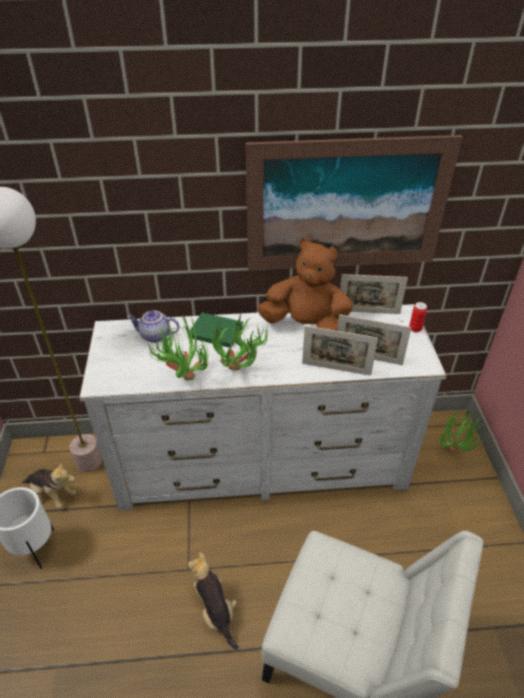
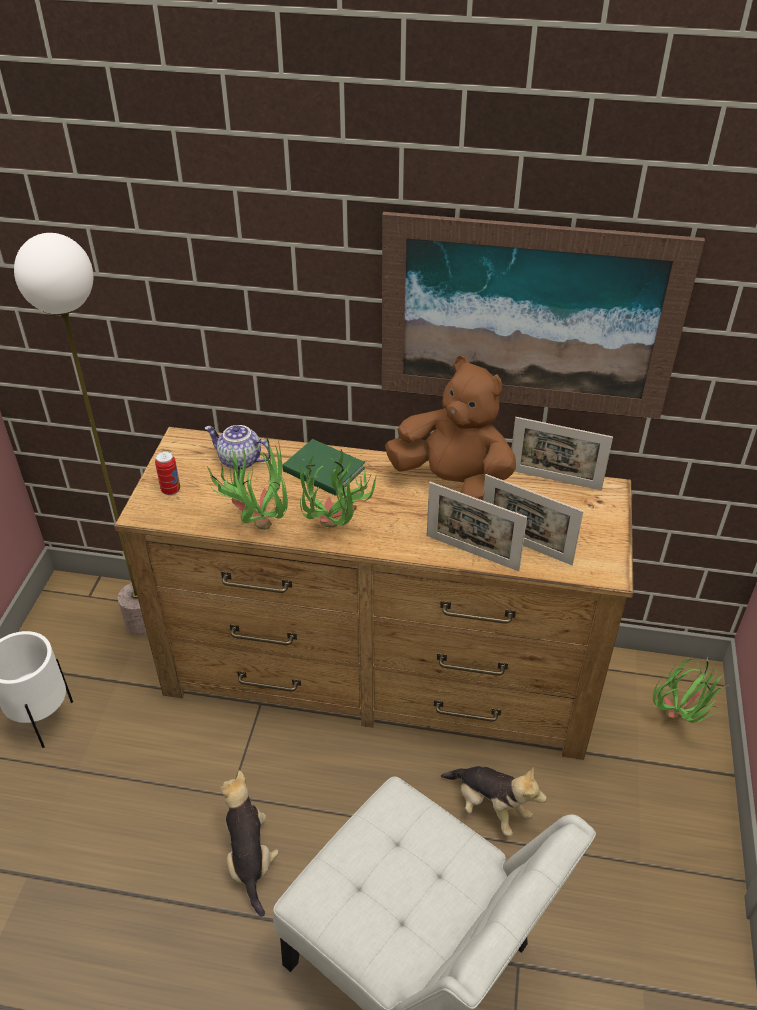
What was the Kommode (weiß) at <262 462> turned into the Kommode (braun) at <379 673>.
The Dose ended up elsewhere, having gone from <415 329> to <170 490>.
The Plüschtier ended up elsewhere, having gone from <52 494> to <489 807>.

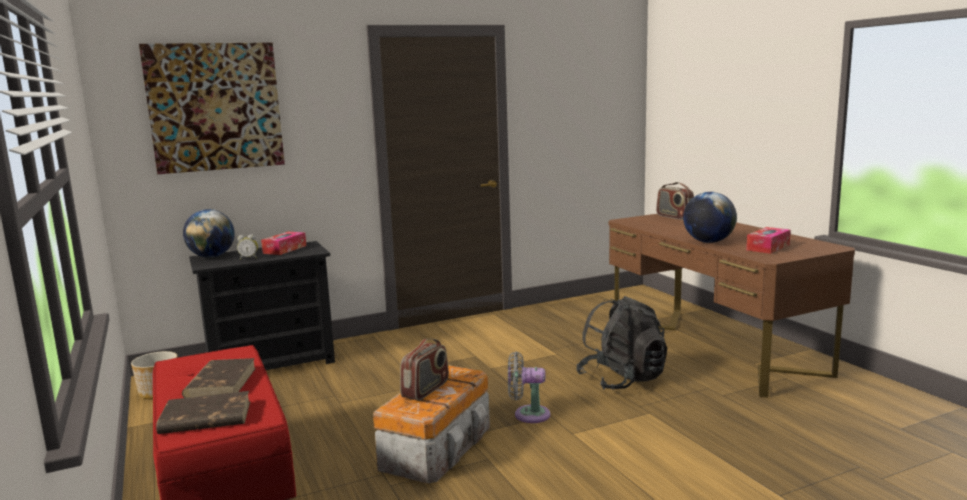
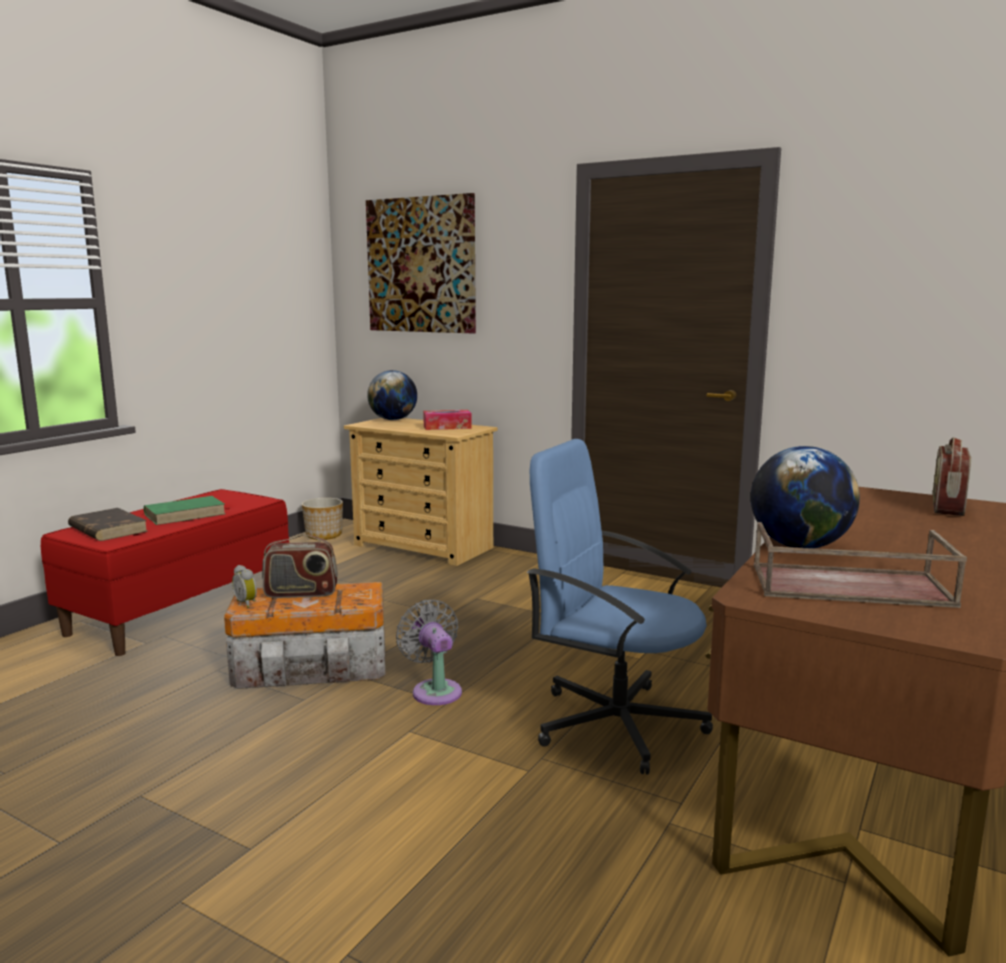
What was the Buch (braun) at <221 382> turned into the Buch (grün) at <186 514>.
The Wecker ended up elsewhere, having gone from <249 258> to <247 603>.
What was the Kommode (schwarz) at <272 363> turned into the Kommode (beige) at <424 546>.
Where the Rucksack (schwarz) stood at <622 379>, the Bürostuhl (blau) came to stand at <616 723>.
Where the Taschentuchbox stood at <768 247>, the Tablett (braun) came to stand at <848 586>.

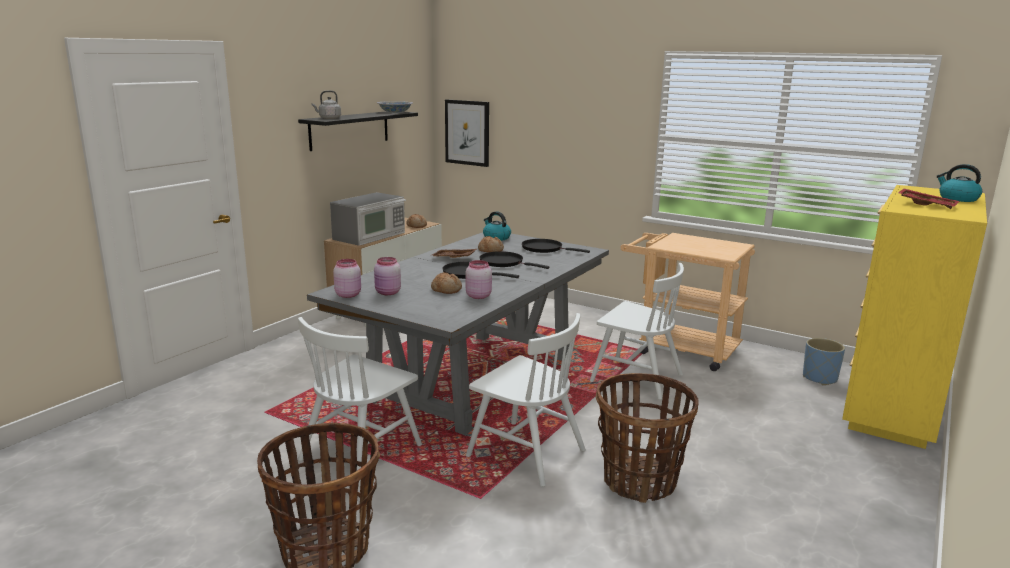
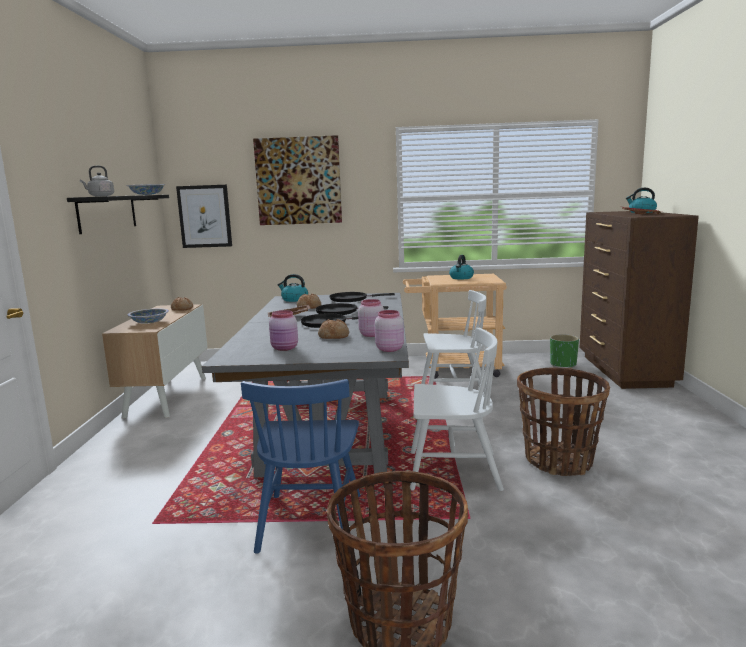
Where the Mikrowelle stood at <370 236>, the Schüssel came to stand at <149 322>.
What was the Stuhl (weiß) at <361 452> turned into the Stuhl (blau) at <310 522>.
The second view gained the Bild at <298 181>.
The Vorratsglas (rosa) ended up elsewhere, having gone from <348 294> to <389 349>.
The second view gained the Wasserkessel at <461 278>.
What was the Pflanzkübel (blau) at <820 378> turned into the Pflanzkübel (grün) at <563 364>.
What was the Kommode (gelb) at <891 409> turned into the Kommode (braun) at <624 371>.

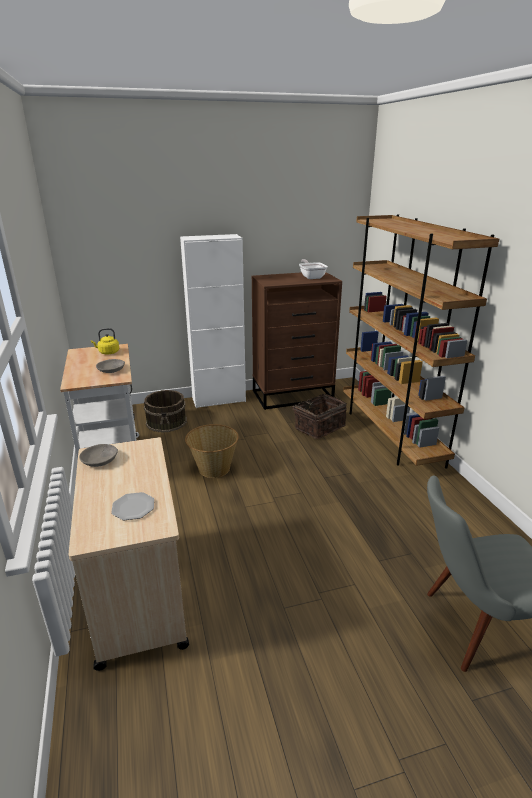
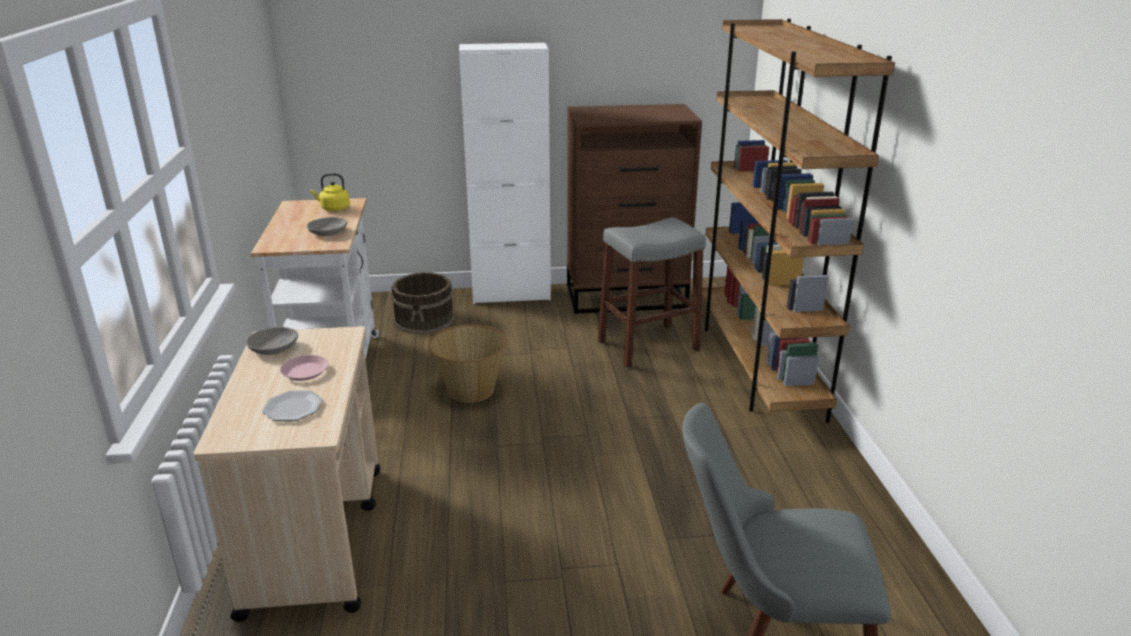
The second view gained the Teller (rosa) at <305 371>.
Where the Korb stood at <318 427>, the Hocker (grau) came to stand at <648 345>.
The second view lost the Pfanne at <311 277>.

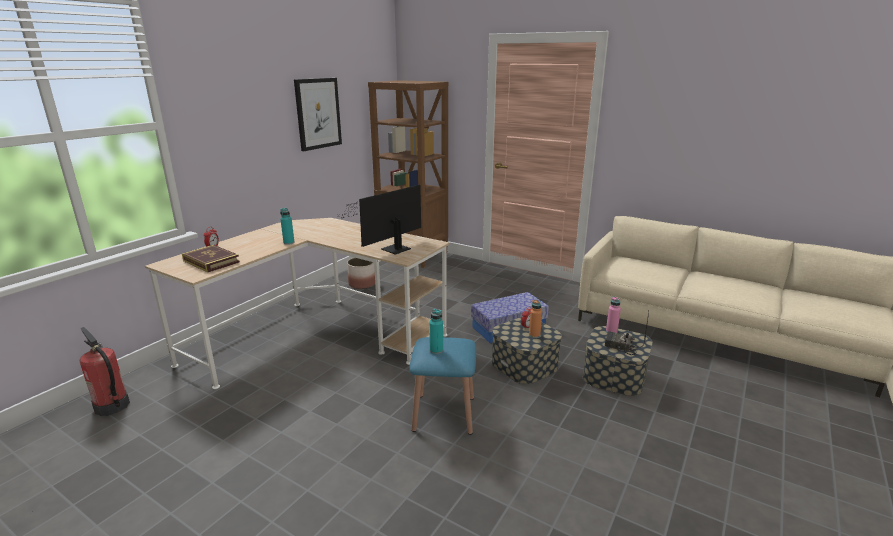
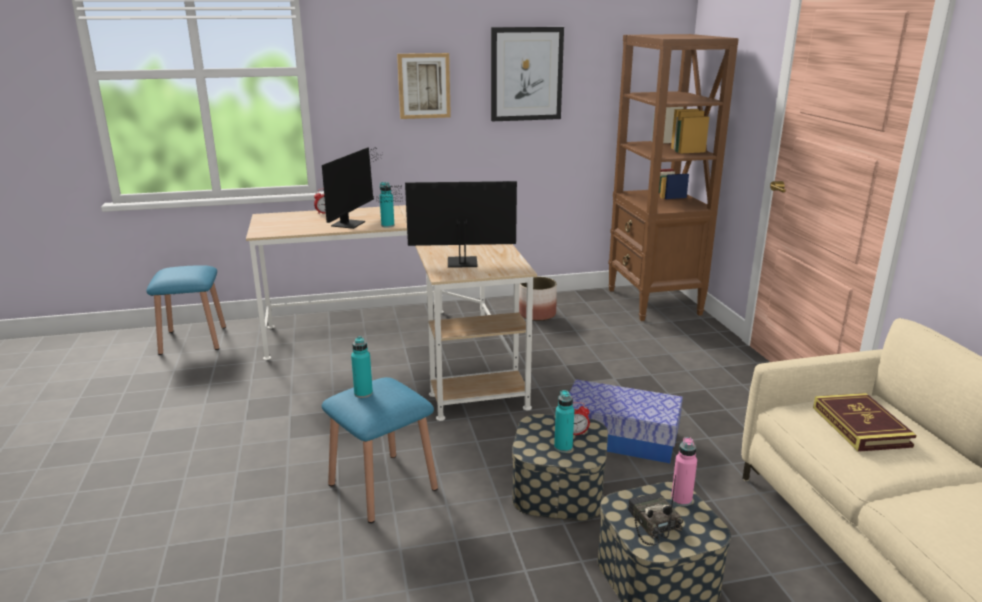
Where the Feuerlöscher stood at <112 406>, the Hocker (blau) came to stand at <193 340>.
The second view gained the Monitor at <351 222>.
The second view gained the Bild at <424 86>.
What was the Flasche (orange) at <534 335> turned into the Flasche (türkis) at <563 447>.
The Buch ended up elsewhere, having gone from <211 261> to <860 426>.

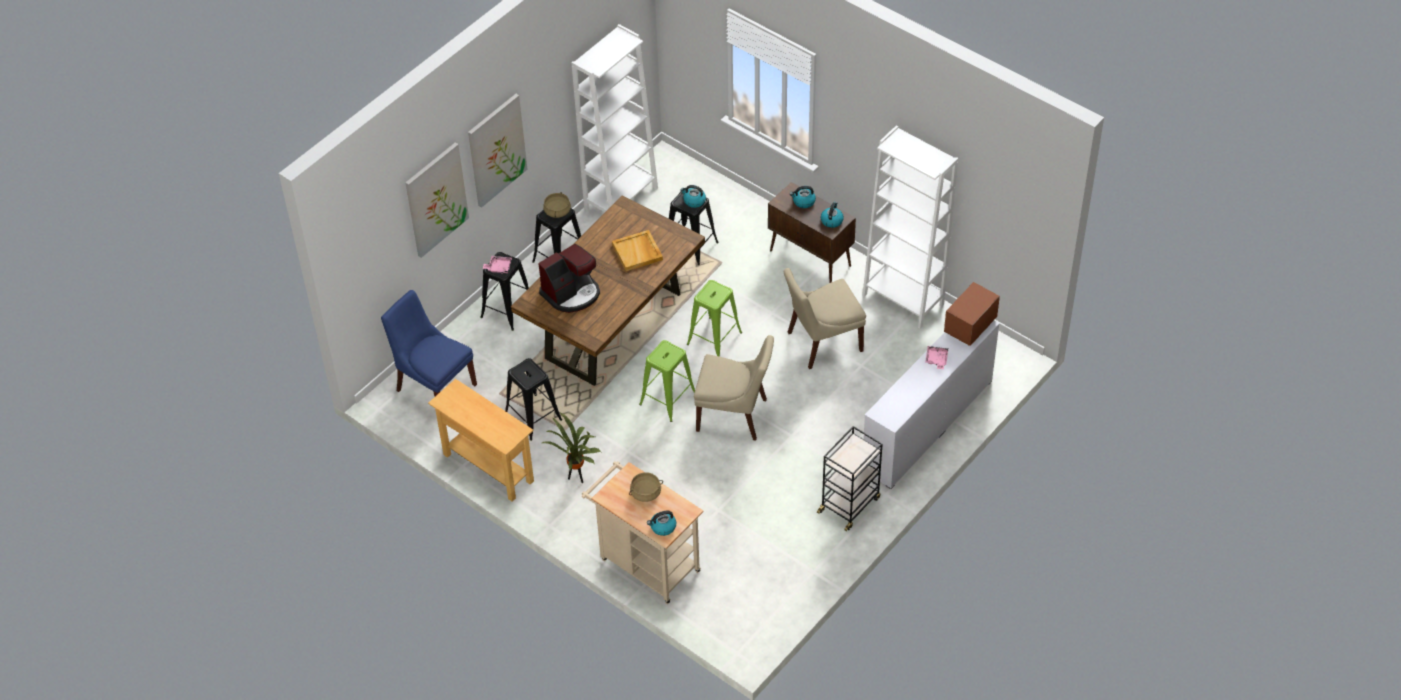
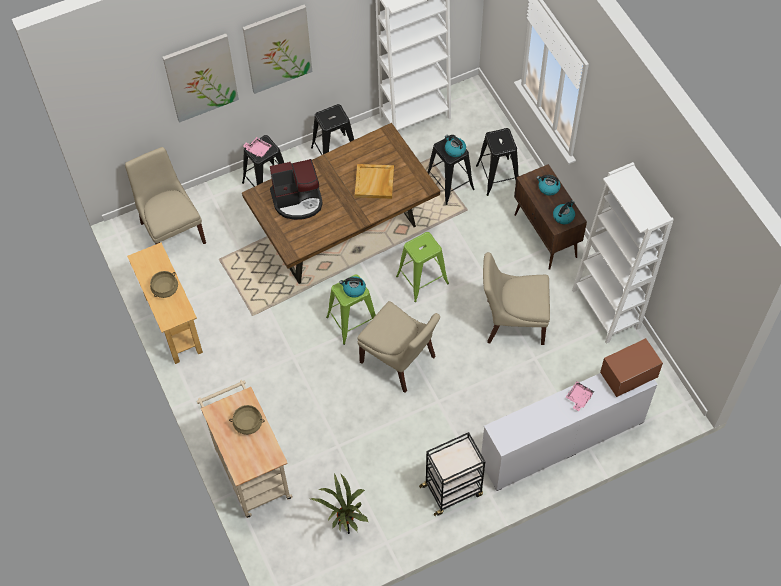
What was the Stuhl (blau) at <434 386> turned into the Stuhl (beige) at <172 231>.
The Kochtopf (beige) ended up elsewhere, having gone from <557 211> to <165 289>.
The Topfpflanze ended up elsewhere, having gone from <577 478> to <346 526>.
The Wasserkessel ended up elsewhere, having gone from <663 527> to <354 289>.
The Hocker (schwarz) ended up elsewhere, having gone from <533 417> to <497 177>.

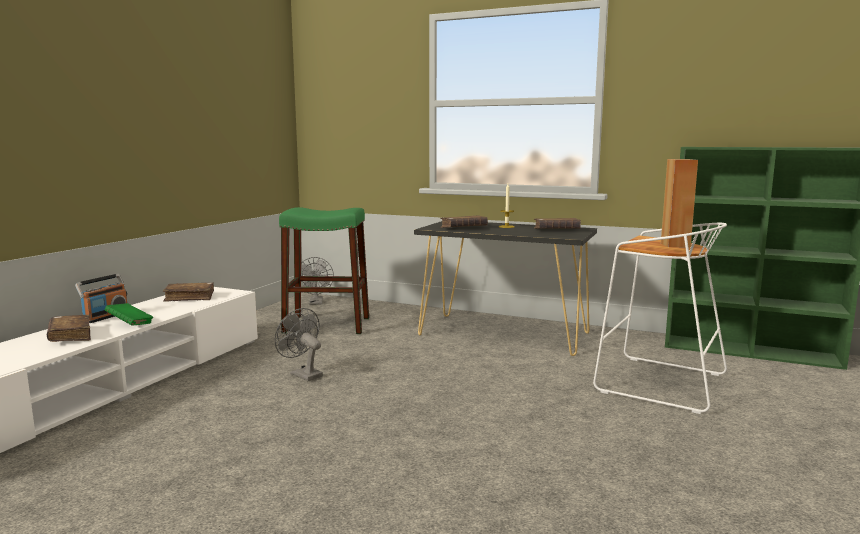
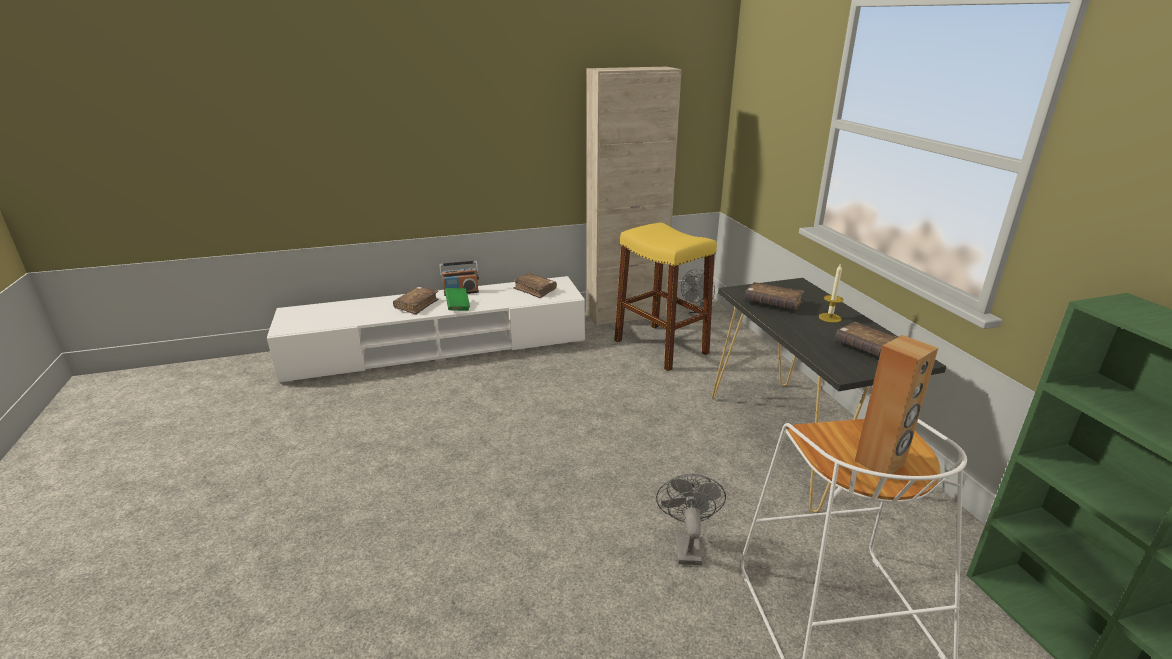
The second view gained the Schrank (beige) at <626 314>.
What was the Hocker (grün) at <327 325> turned into the Hocker (gelb) at <661 347>.
The Ventilator (grau) ended up elsewhere, having gone from <302 374> to <686 544>.

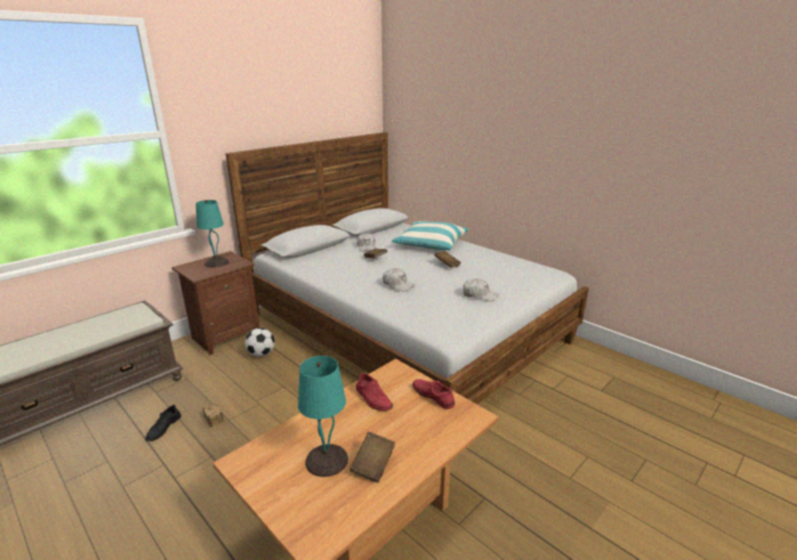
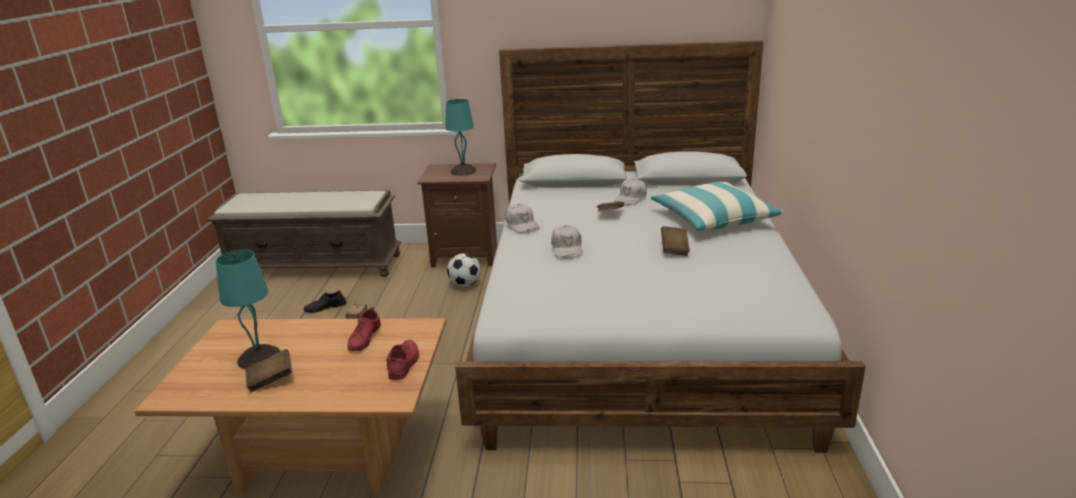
The Kappe (weiß) ended up elsewhere, having gone from <479 295> to <522 225>.

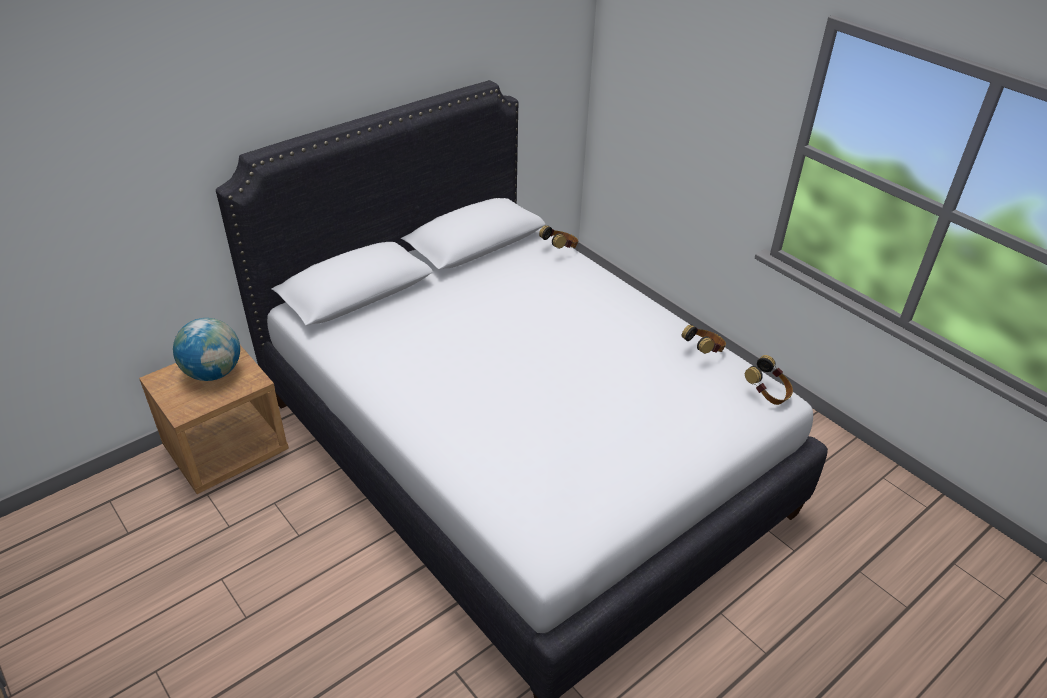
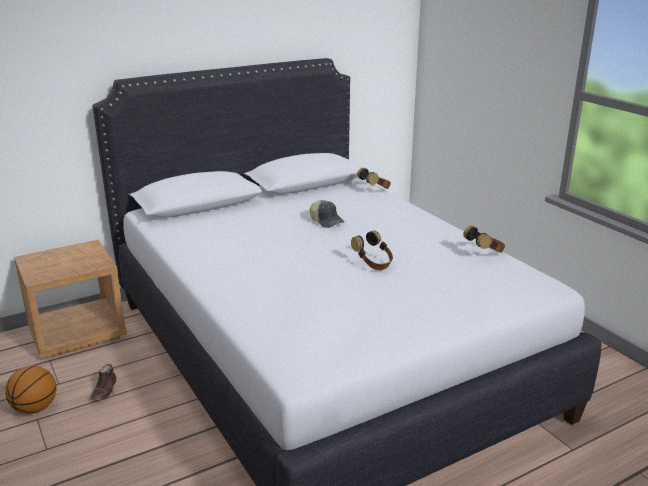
The second view gained the Basketball at <35 408>.
The second view gained the Schuh (braun) at <104 390>.
The second view gained the Kappe at <327 221>.
The Kopfhörer ended up elsewhere, having gone from <767 394> to <373 264>.
The second view lost the Globus at <213 373>.

